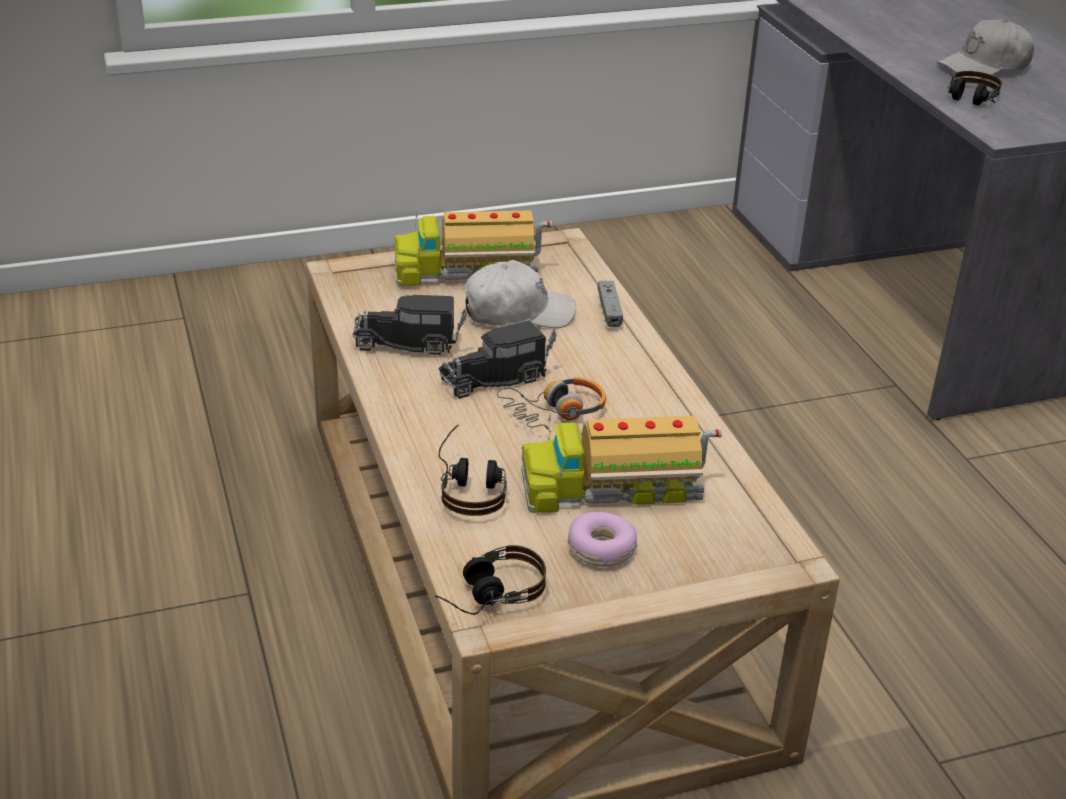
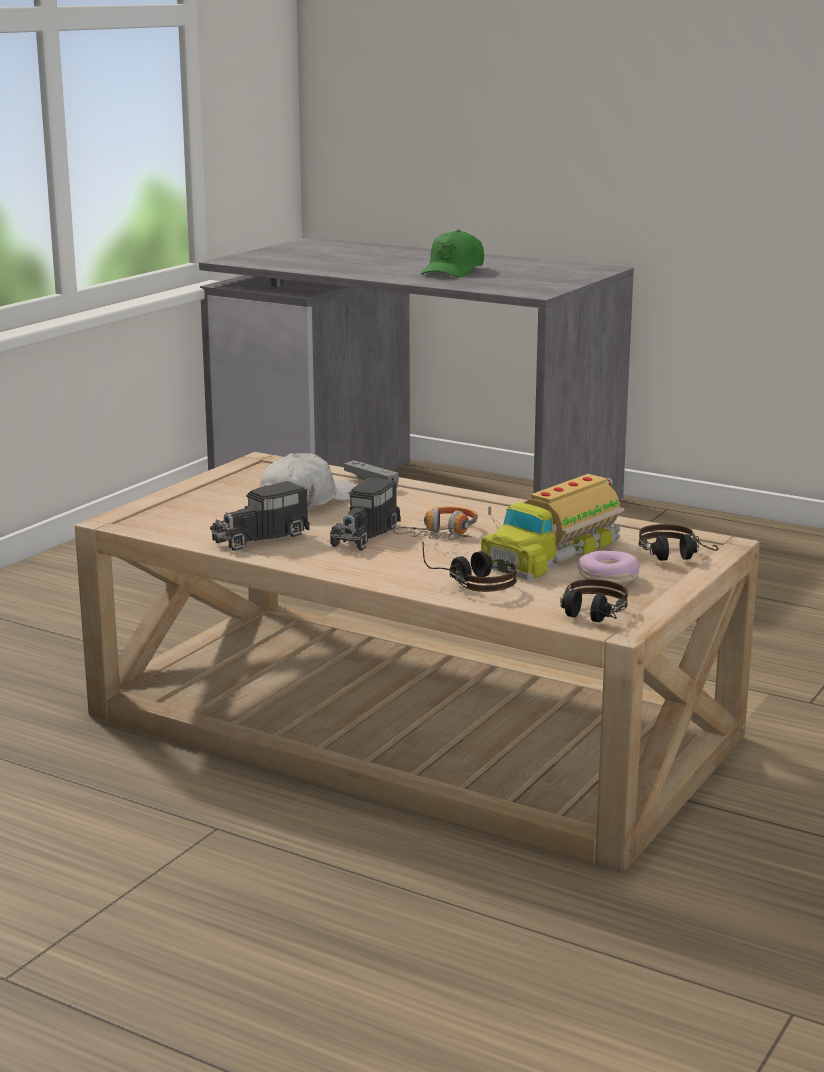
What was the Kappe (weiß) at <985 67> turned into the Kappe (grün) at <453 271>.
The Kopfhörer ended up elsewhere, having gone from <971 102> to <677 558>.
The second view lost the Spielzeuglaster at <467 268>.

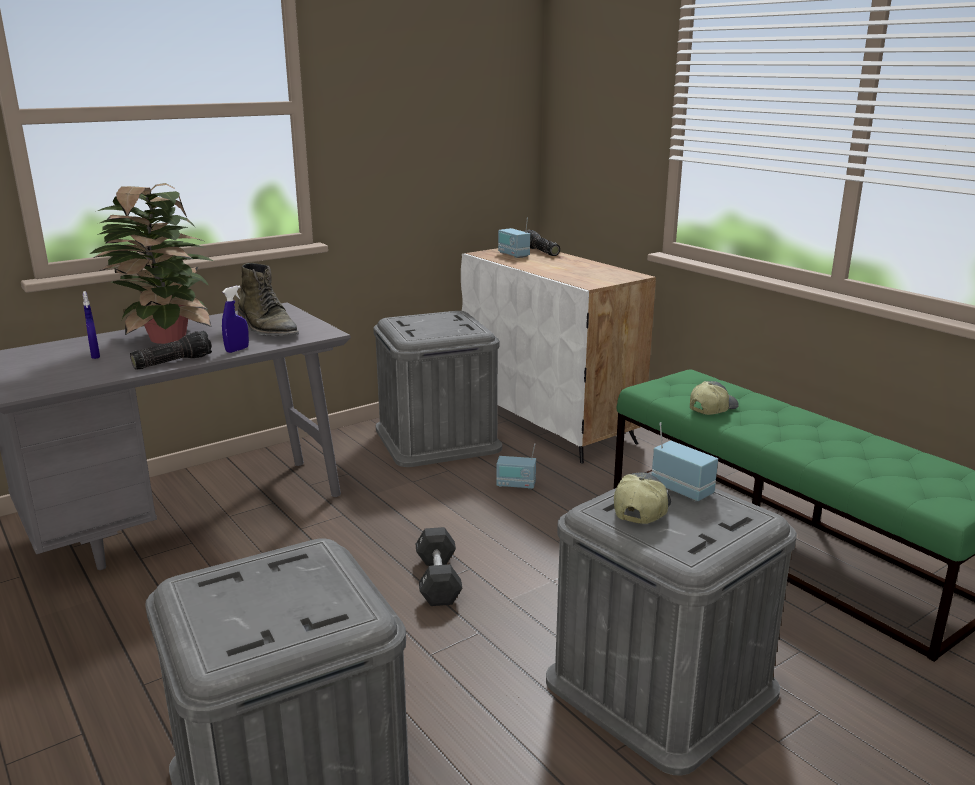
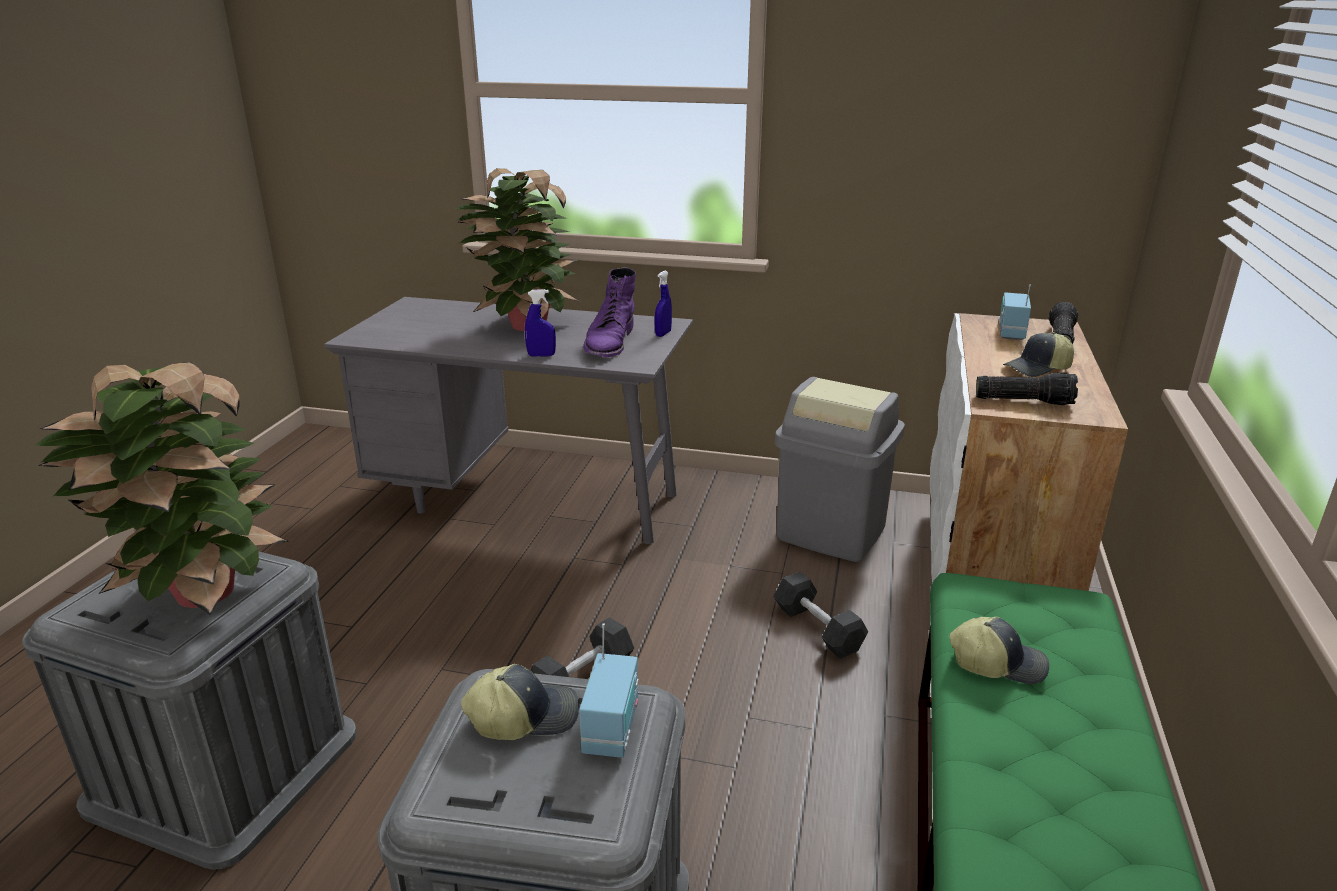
The second view gained the Topfpflanze at <198 594>.
What was the Stiefel (grün) at <267 329> turned into the Stiefel (lila) at <610 342>.
The Sprühflasche (blau) ended up elsewhere, having gone from <95 356> to <663 334>.
Where the Radio stood at <516 485>, the Hantel (schwarz) came to stand at <818 629>.
Where the Aufbewahrungsbox (grau) stood at <437 438>, the Mülleimer (grau) came to stand at <831 532>.
The Taschenlampe ended up elsewhere, having gone from <173 361> to <1024 400>.
The second view gained the Kappe at <1038 369>.

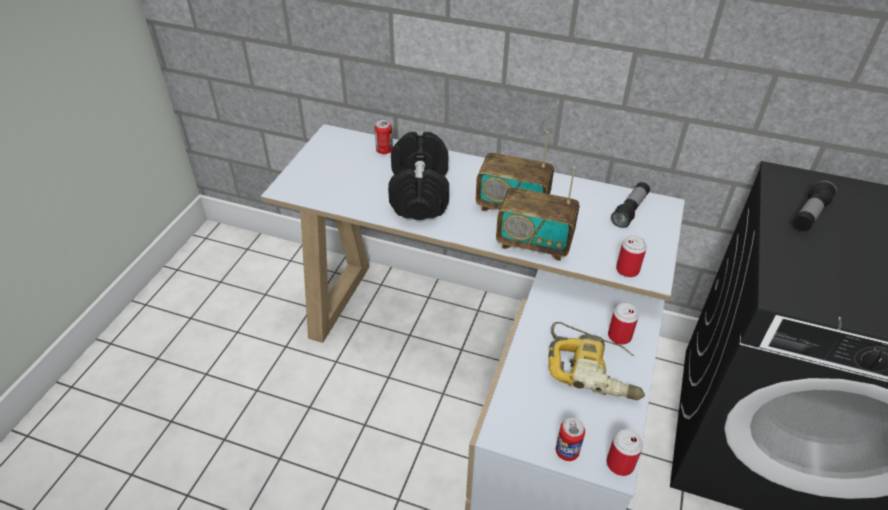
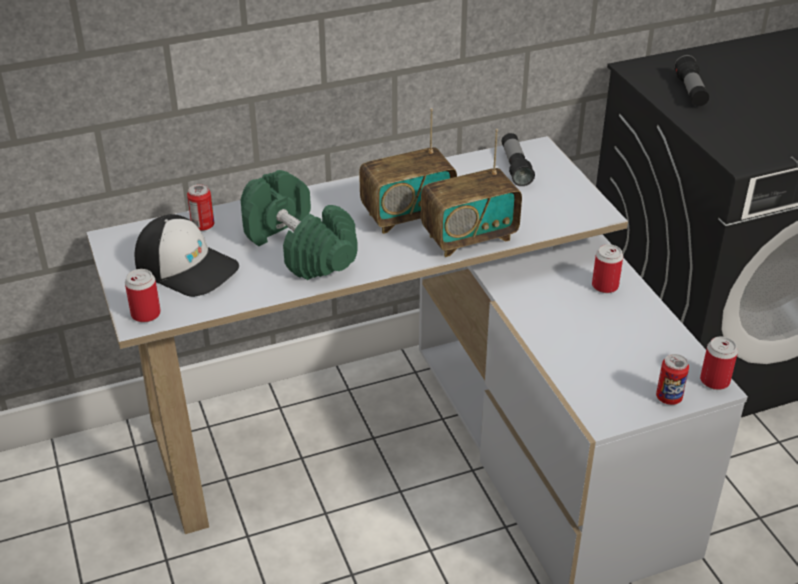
The Dose ended up elsewhere, having gone from <627 270> to <146 314>.
The second view gained the Kappe at <187 266>.
What was the Hantel (schwarz) at <419 192> turned into the Hantel (grün) at <298 248>.
The second view lost the Bohrmaschine at <593 369>.

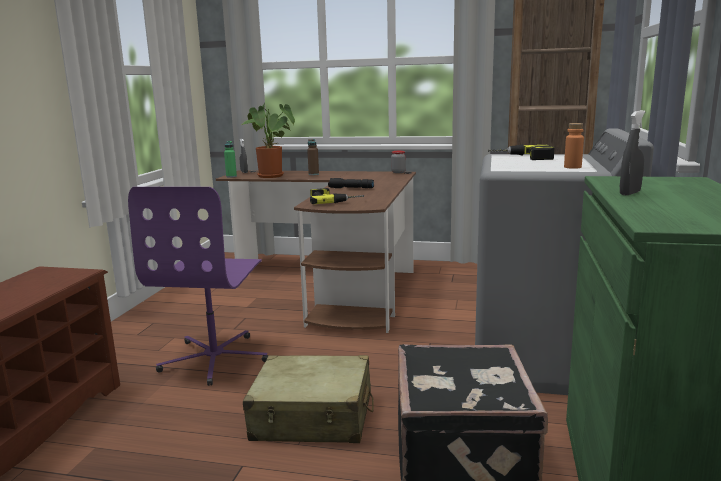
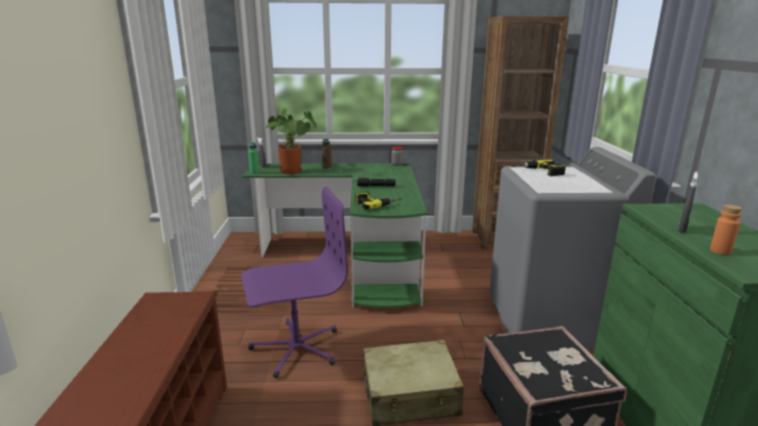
The Bürostuhl (lila) at <215 358> ended up facing another way, 105 degrees counterclockwise from before.
What was the Schreibtisch (braun) at <337 285> turned into the Schreibtisch (grün) at <354 261>.
The Flasche (orange) ended up elsewhere, having gone from <572 167> to <720 251>.

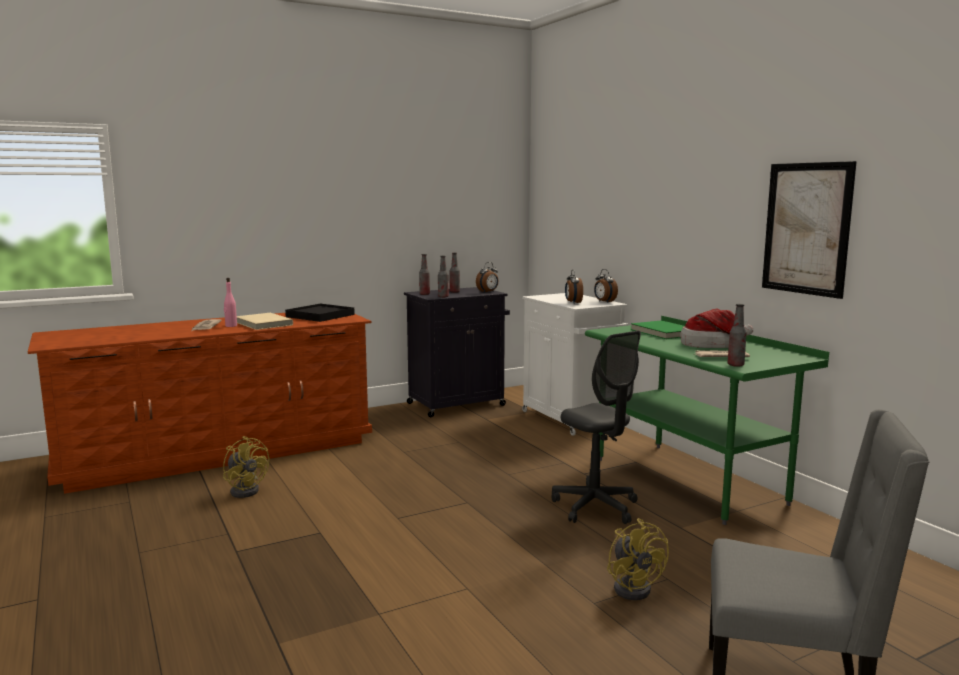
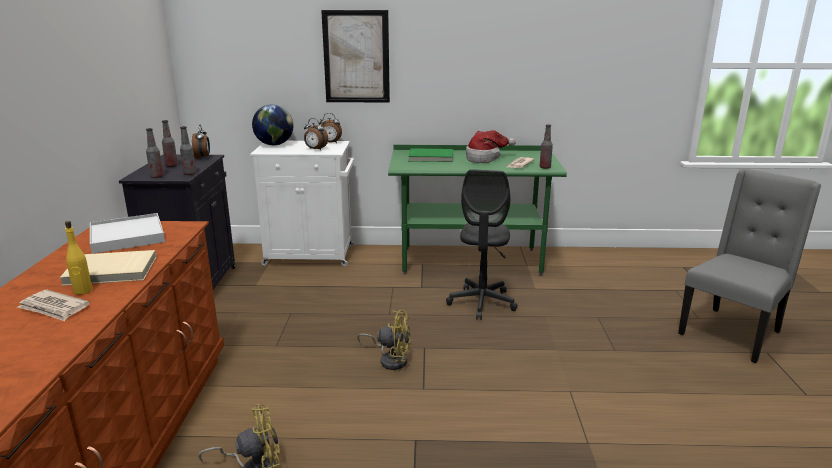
What was the Flasche (rosa) at <231 326> turned into the Flasche (gelb) at <83 291>.
What was the Tablett (schwarz) at <320 316> turned into the Tablett (weiß) at <127 236>.
The second view gained the Globus at <274 144>.
The Bild ended up elsewhere, having gone from <806 228> to <356 57>.
The Ventilator (gelb) ended up elsewhere, having gone from <634 587> to <390 359>.
The Bürostuhl (grau) at <595 507> ended up facing another way, 105 degrees clockwise from before.

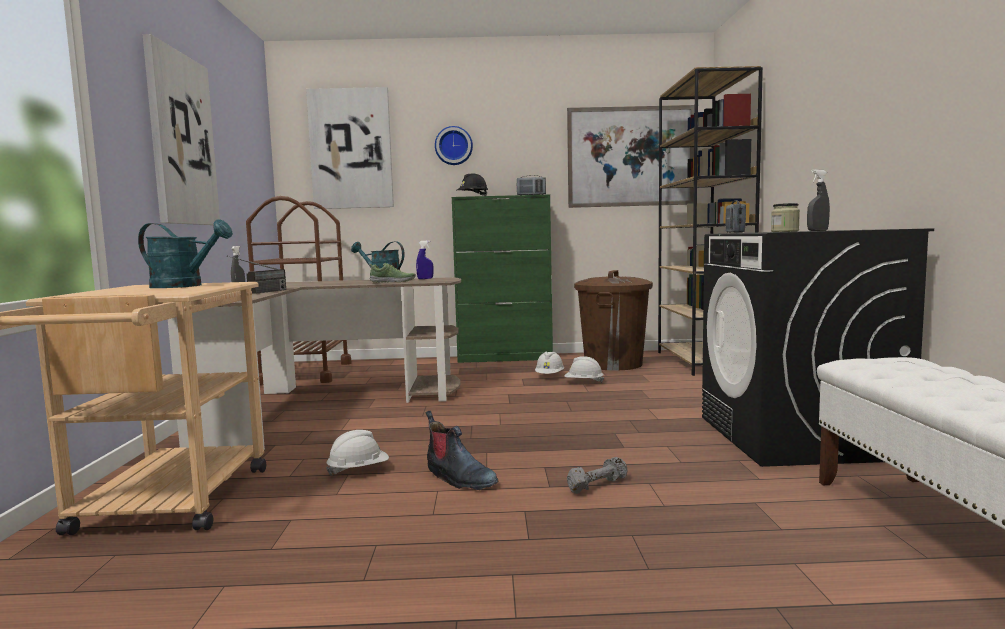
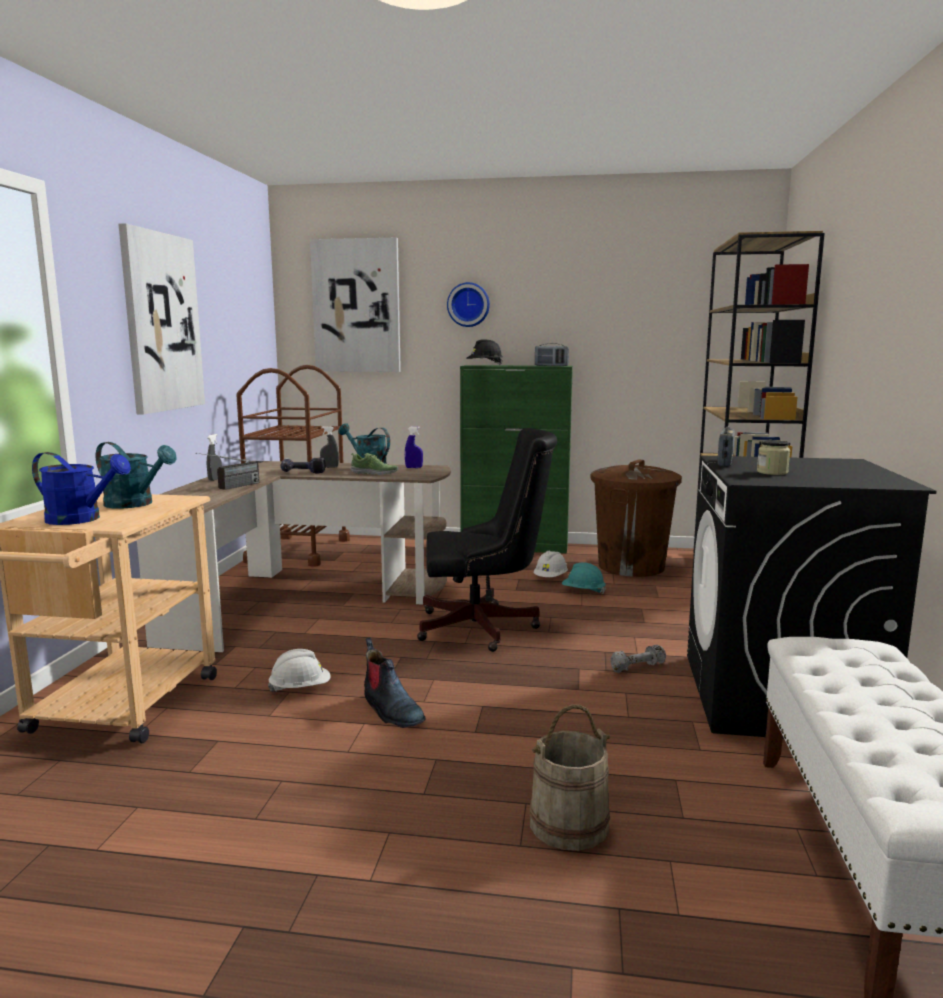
The second view gained the Gießkanne (blau) at <81 519>.
The second view gained the Bohrmaschine at <303 471>.
The Sprühflasche (grau) ended up elsewhere, having gone from <817 230> to <329 467>.
The second view gained the Bürostuhl (schwarz) at <484 628>.
The second view gained the Eimer (beige) at <569 824>.
What was the Schutzhelm (weiß) at <583 383> turned into the Schutzhelm (türkis) at <583 592>.
The Hantel (grau) ended up elsewhere, having gone from <596 485> to <637 667>.
The second view lost the Bild at <630 156>.

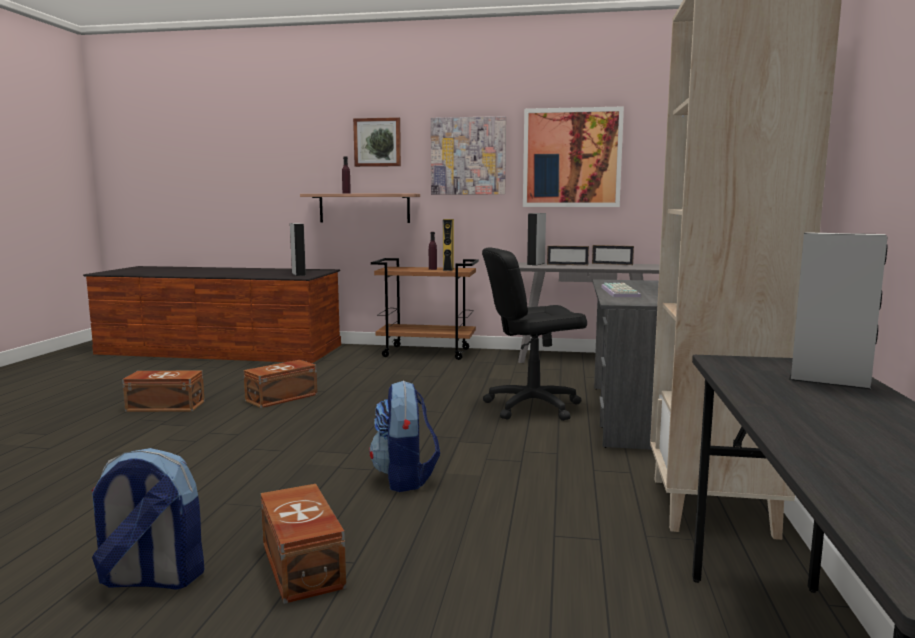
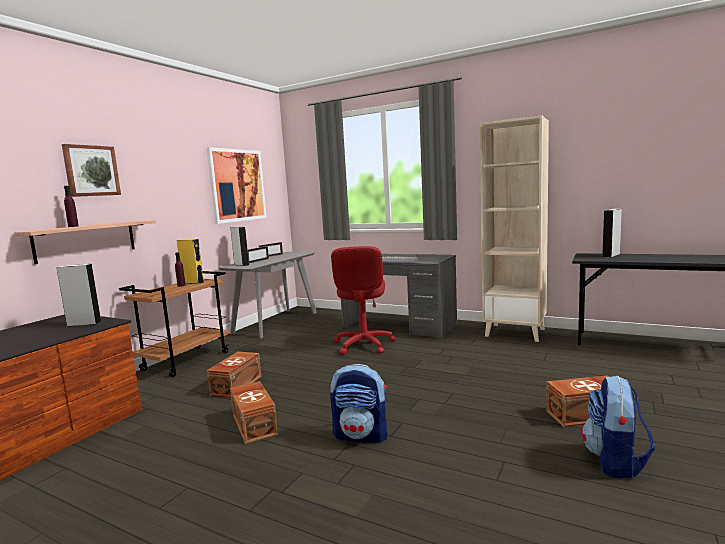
The Aufbewahrungsbox (braun) ended up elsewhere, having gone from <165 406> to <235 385>.
The Rucksack ended up elsewhere, having gone from <405 478> to <361 435>.
What was the Bürostuhl (schwarz) at <532 407> turned into the Bürostuhl (rot) at <363 345>.
The second view lost the Bild at <468 156>.

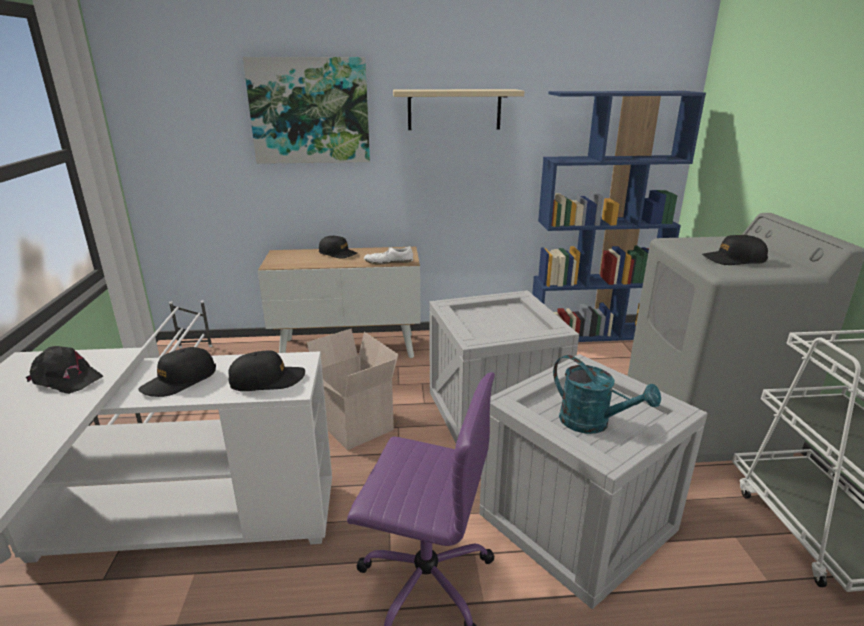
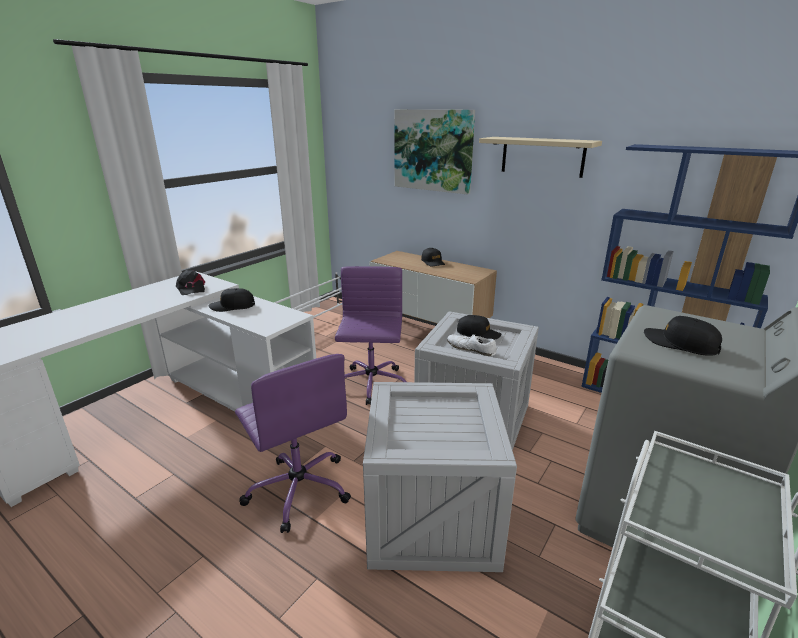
Where the Karton stood at <352 425>, the Bürostuhl (lila) came to stand at <371 385>.
The Schuh (weiß) ended up elsewhere, having gone from <388 262> to <471 348>.
The Kappe (schwarz) ended up elsewhere, having gone from <267 380> to <478 334>.
The second view lost the Gießkanne (türkis) at <593 423>.

